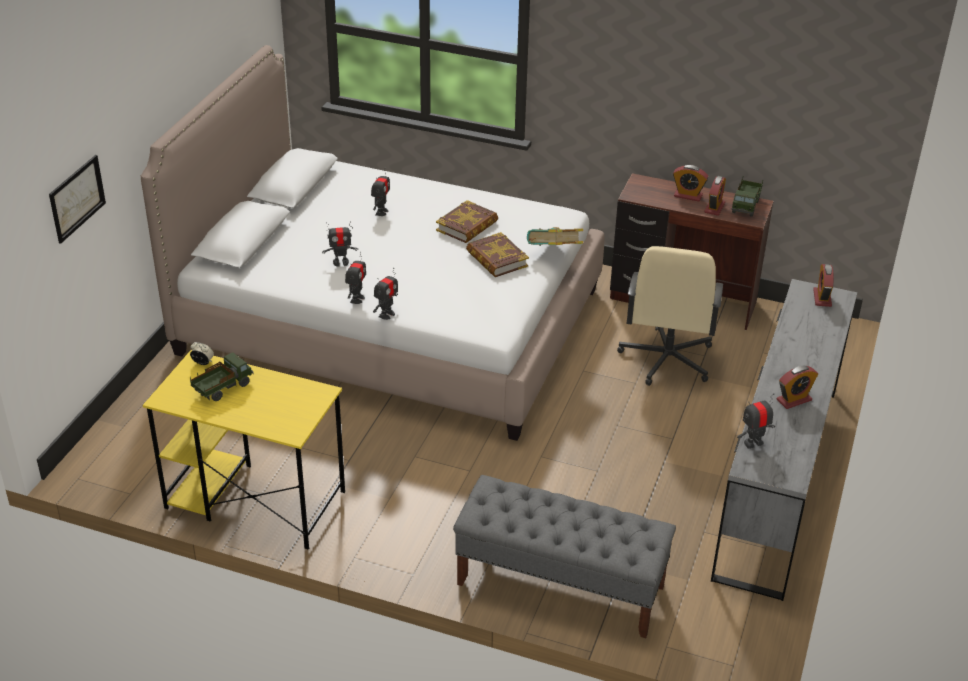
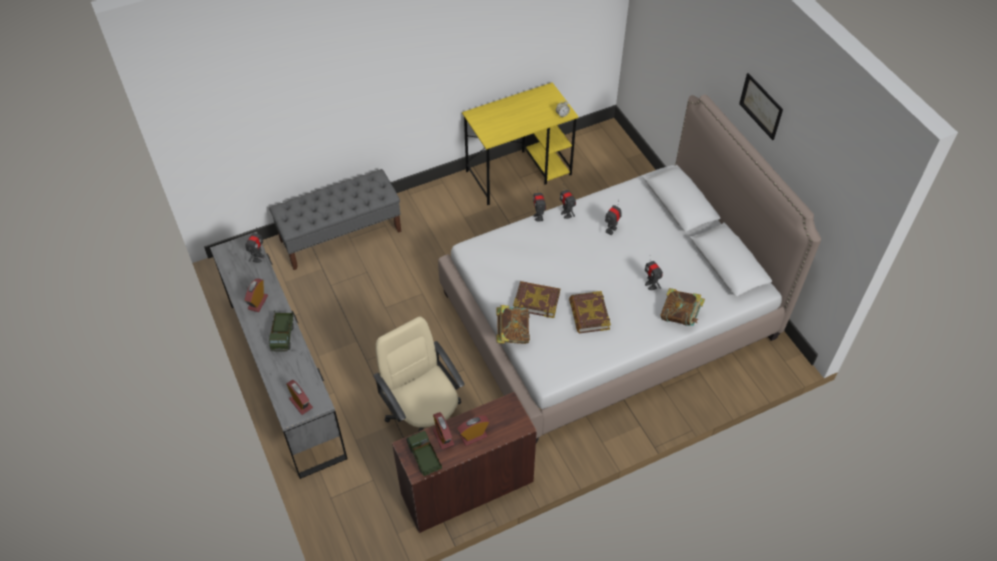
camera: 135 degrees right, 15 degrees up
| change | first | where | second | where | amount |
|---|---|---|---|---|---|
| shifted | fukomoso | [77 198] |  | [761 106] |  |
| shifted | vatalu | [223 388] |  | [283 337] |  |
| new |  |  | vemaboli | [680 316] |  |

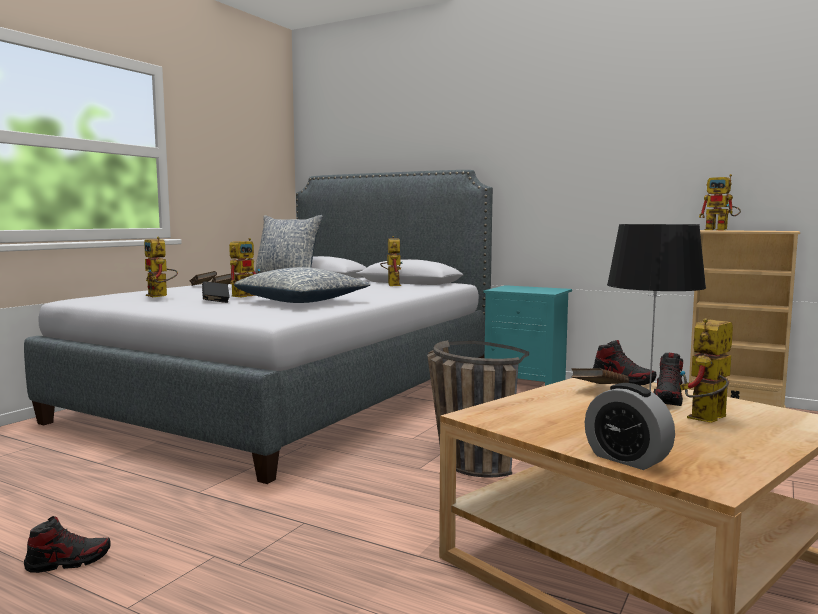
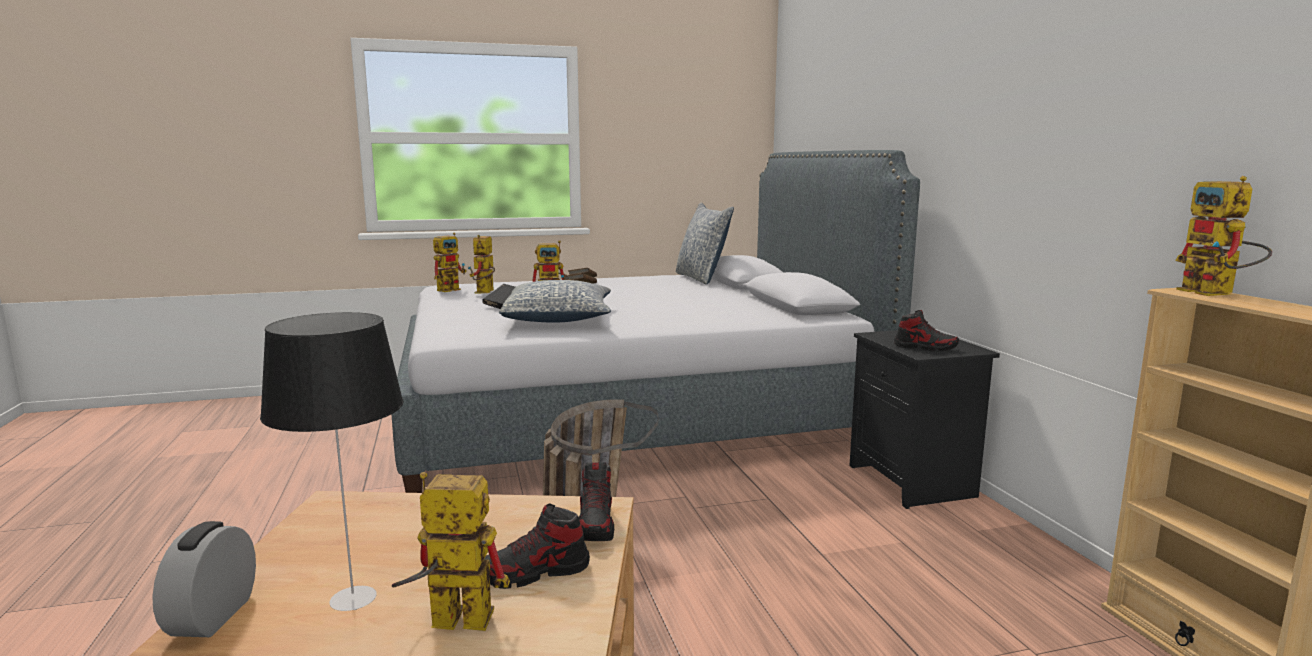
camera: 45 degrees right, 5 degrees up
| change | first | where | second | where | amount |
|---|---|---|---|---|---|
| shifted | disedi | [392 284] |  | [451 289] |  |
| repainted | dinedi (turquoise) | [527 383] | dinedi (black) | [914 482] |  |
| gone | vemaboli (brown) | [599 389] |  |  |  |
| shifted | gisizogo | [68 562] |  | [925 348] |  |

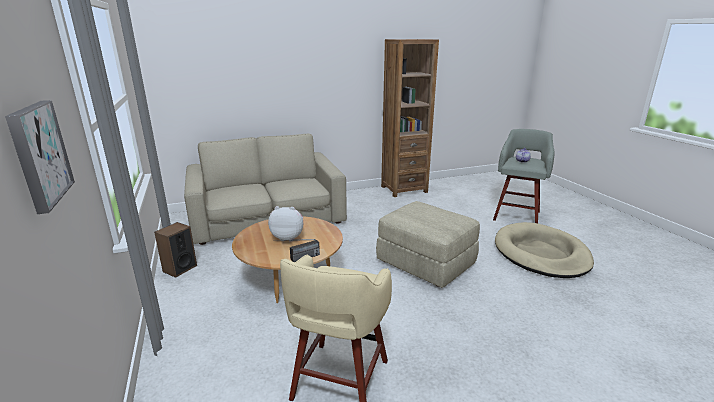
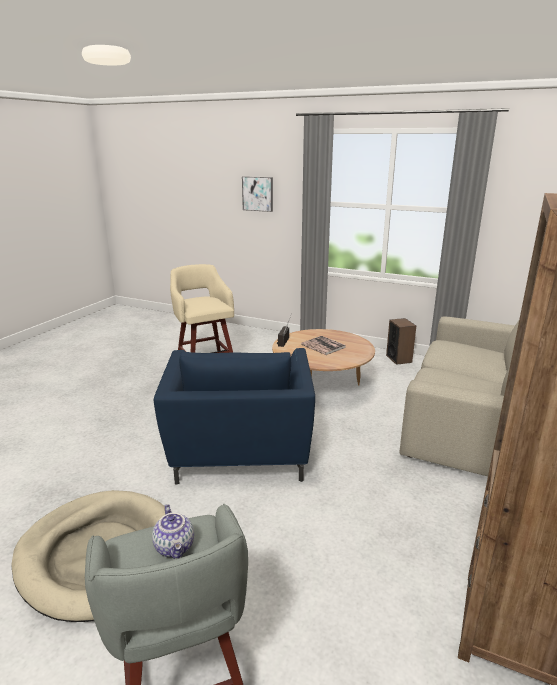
camera: 135 degrees right, 0 degrees up
| change | first | where | second | where | amount |
|---|---|---|---|---|---|
| swapped | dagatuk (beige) | [426 262] | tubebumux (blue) | [239 455] |  |
| swapped | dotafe | [288 237] | vemaboli | [323 346] |  |

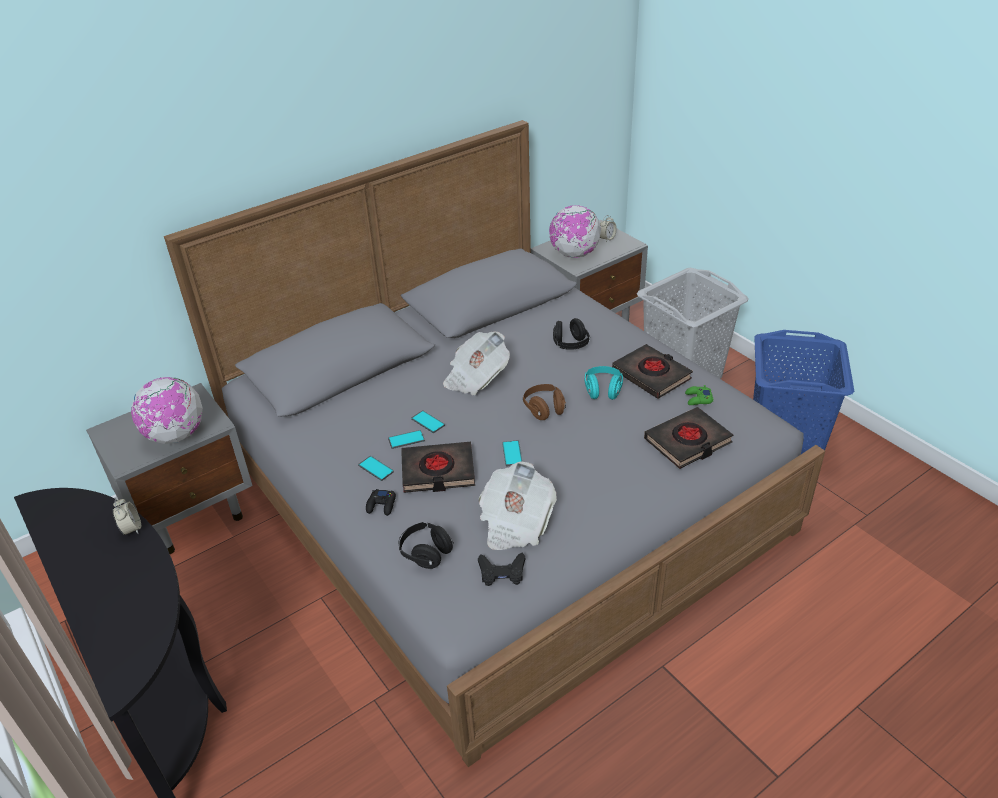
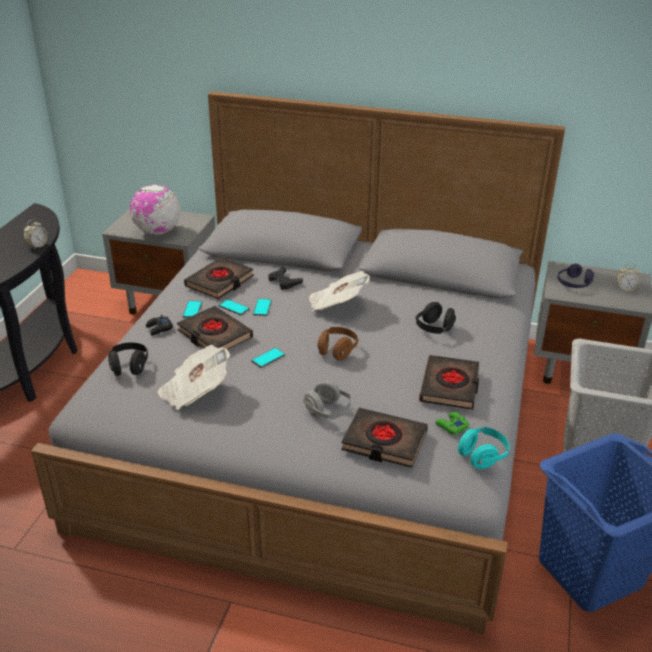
camera: 50 degrees right, 5 degrees down
| change | first | where | second | where | amount |
|---|---|---|---|---|---|
| swapped | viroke | [574 254] | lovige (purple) | [574 283] |  |
| shifted | lovige (turquoise) | [603 390] |  | [482 456] |  |
| shifted | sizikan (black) | [502 572] |  | [284 281] |  |
| new |  |  | vemaboli (black) | [220 282] |  |
| new |  |  | lovige (grey) | [328 412] |  |

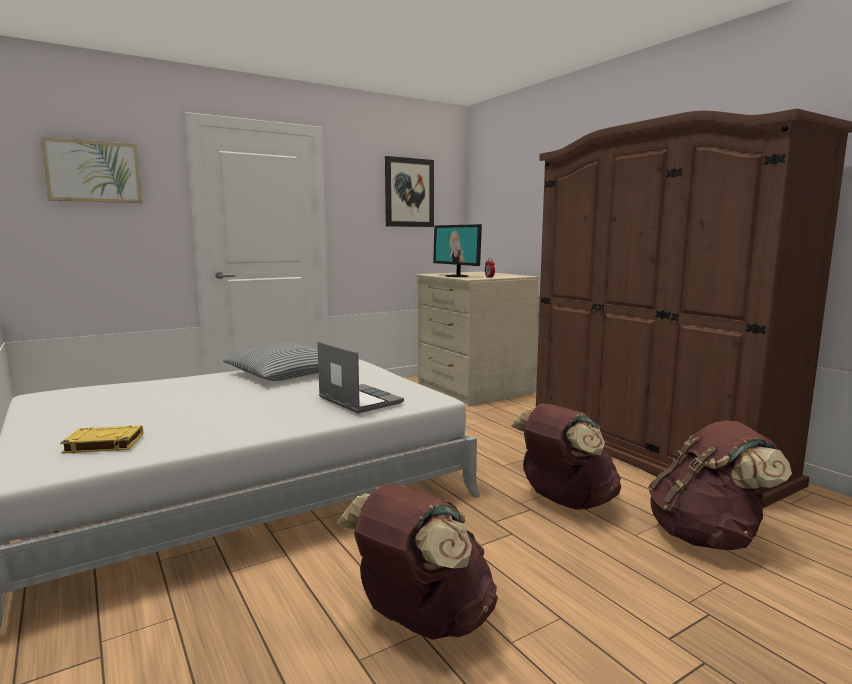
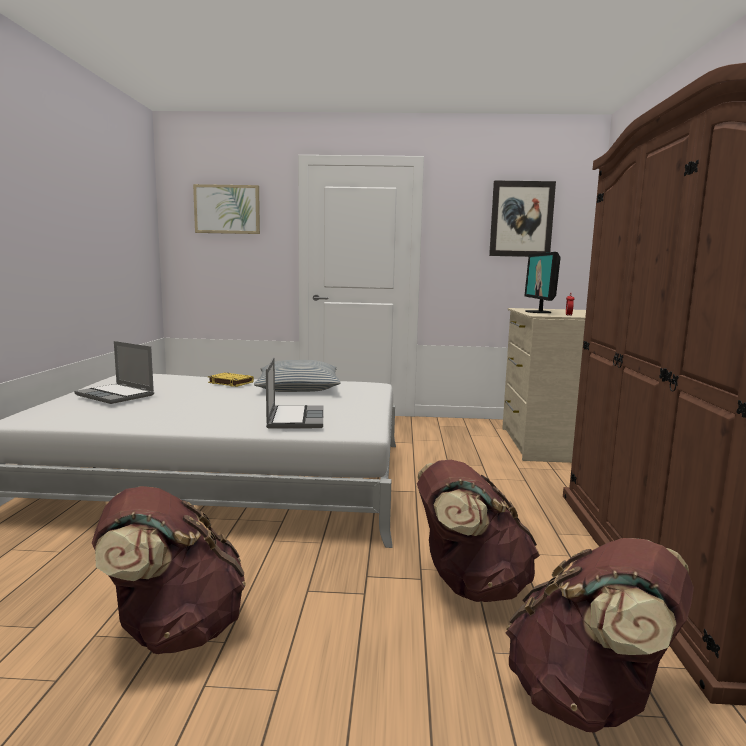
camera: 35 degrees right, 0 degrees up
| change | first | where | second | where | amount |
|---|---|---|---|---|---|
| shifted | vemaboli (yellow) | [103 444] |  | [230 382] |  |
| new |  |  | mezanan | [116 395] |  |

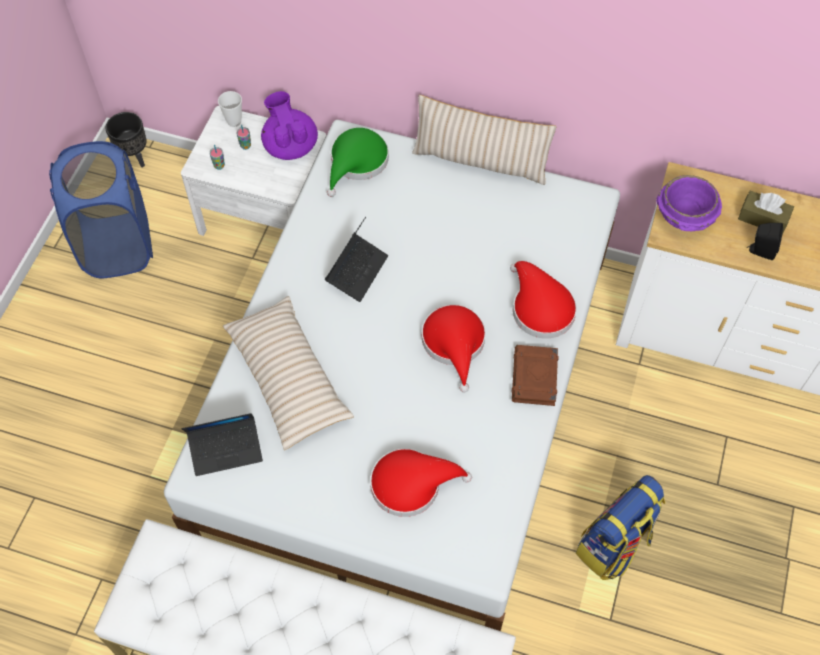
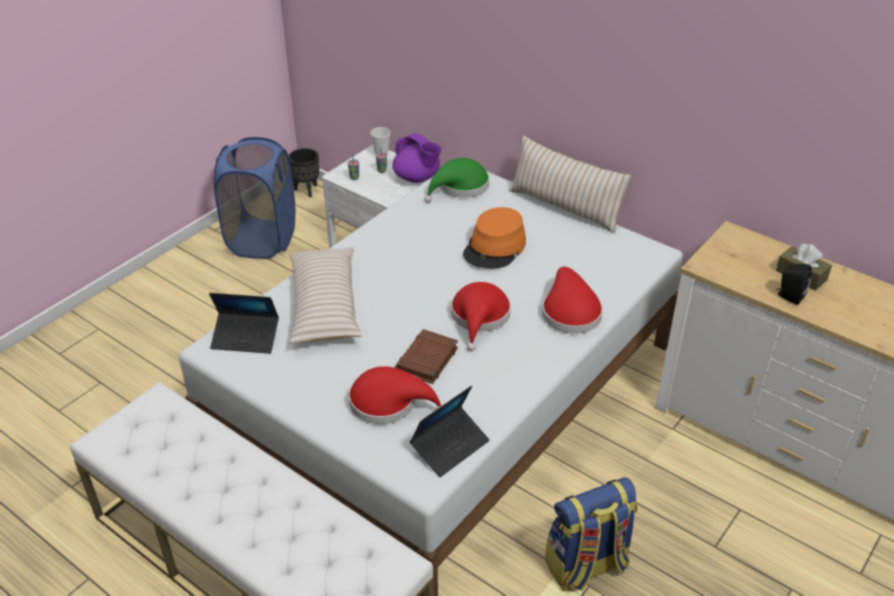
camera: 20 degrees right, 20 degrees down
| change | first | where | second | where | amount |
|---|---|---|---|---|---|
| rotated | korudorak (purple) | [290 146] |  | [417 178] | 135 degrees clockwise |
| gone | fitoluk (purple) | [684 218] |  |  |  |
| shifted | mezanan | [357 271] |  | [450 446] |  |
| shifted | vemaboli (brown) | [535 378] |  | [427 360] |  |
| new |  |  | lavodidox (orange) | [495 248] |  |

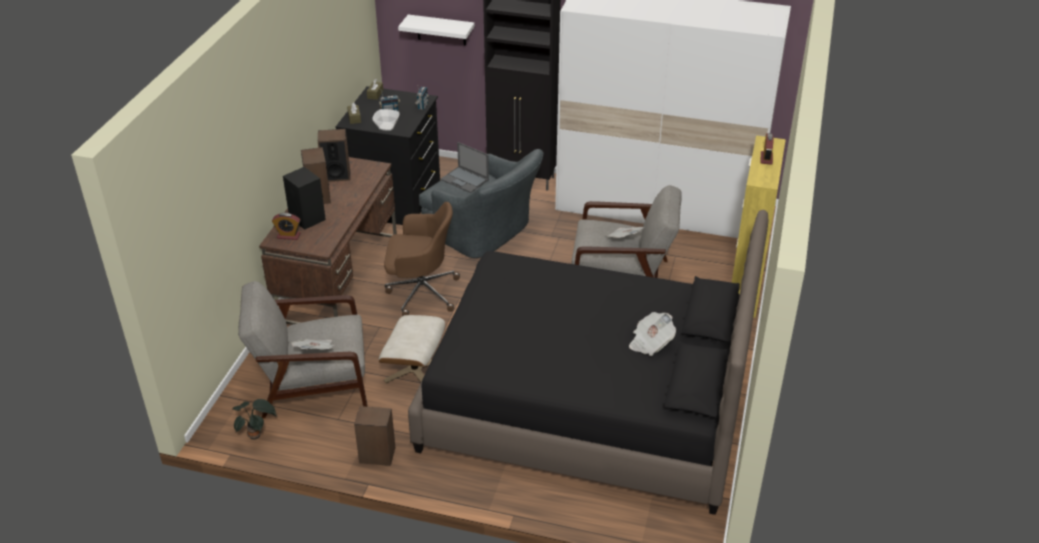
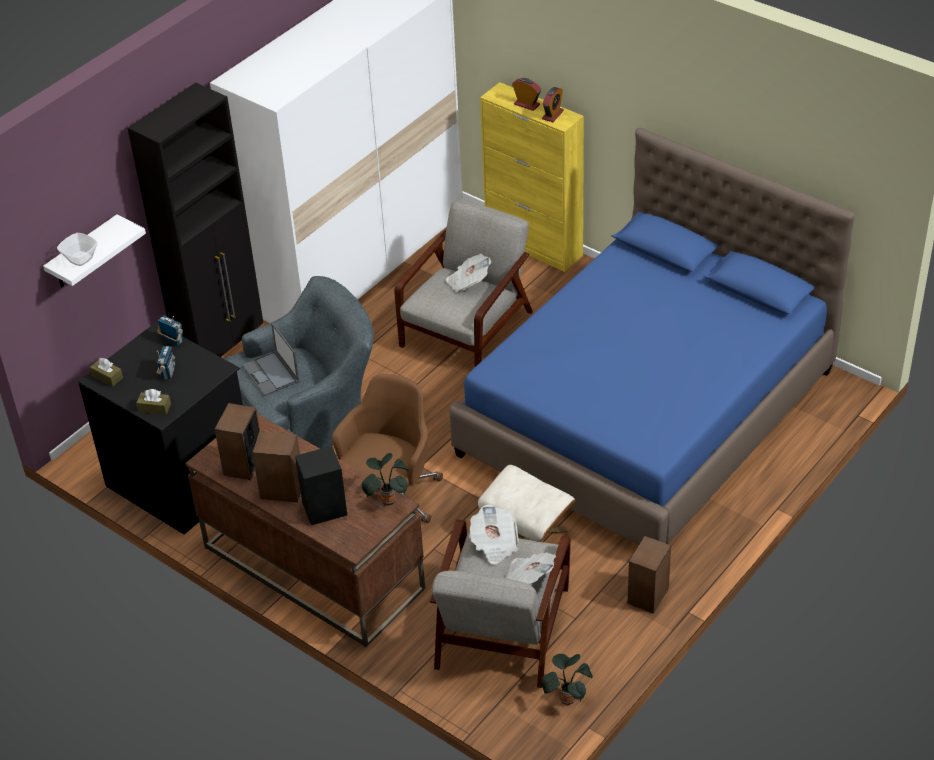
camera: 65 degrees left, 5 degrees up
| change | first | where | second | where | amount |
|---|---|---|---|---|---|
| shifted | fitoluk | [387 127] |  | [81 258] |  |
| rotated | mezanan | [465 180] |  | [271 374] | 90 degrees clockwise |
| repainted | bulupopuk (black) | [586 403] | bulupopuk (blue) | [647 413] |  |
| shifted | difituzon | [288 236] |  | [552 115] |  |
| shifted | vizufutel | [650 343] |  | [494 544] |  |
| new |  |  | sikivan | [387 499] |  |

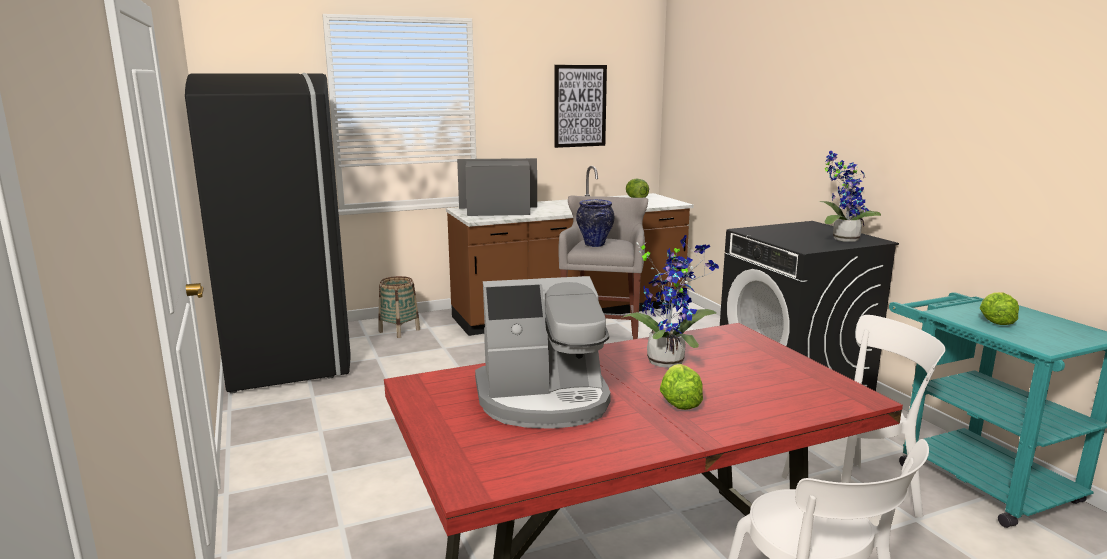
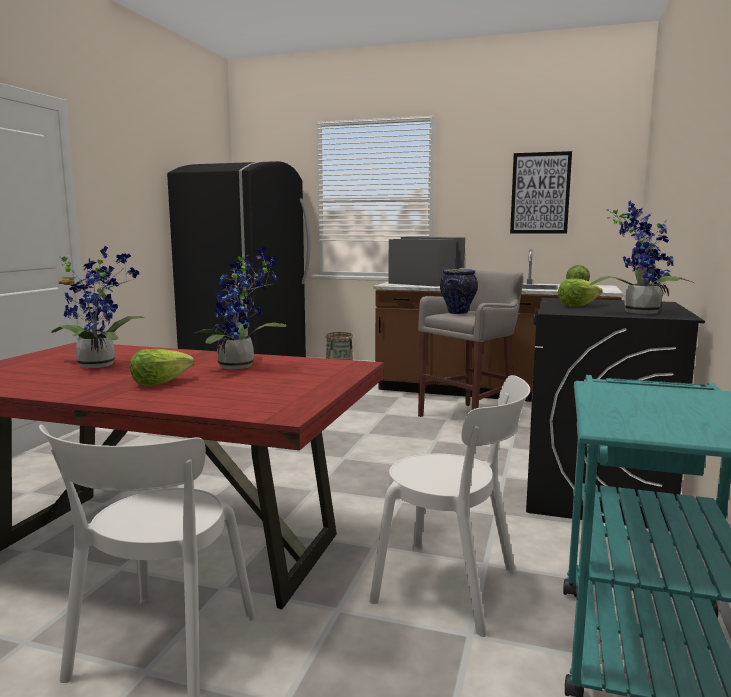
camera: 40 degrees right, 5 degrees down
| change | first | where | second | where | amount |
|---|---|---|---|---|---|
| swapped | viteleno | [544 400] | sikivan | [100 364] |  |
| shifted | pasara | [995 320] |  | [577 305] |  |

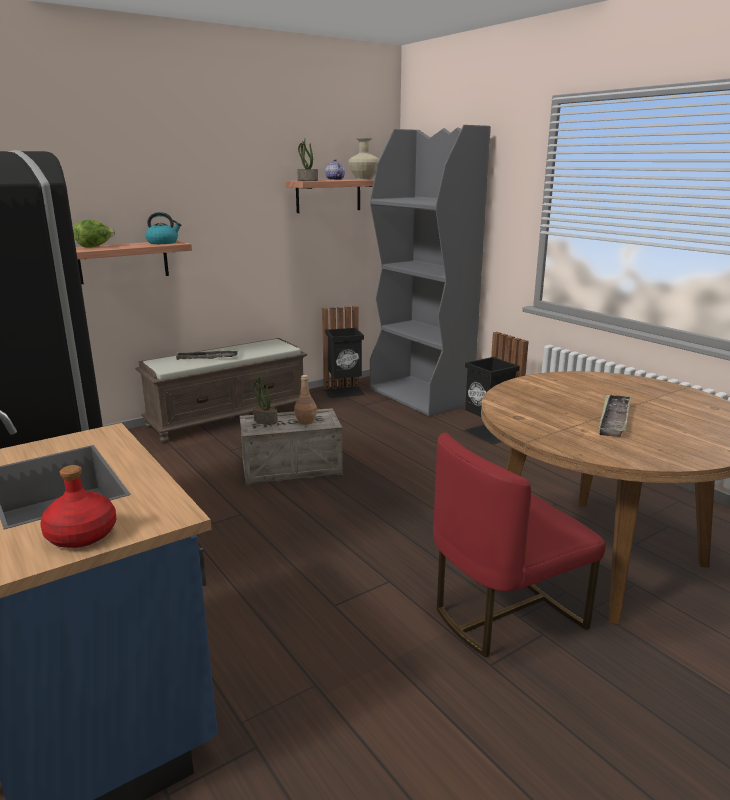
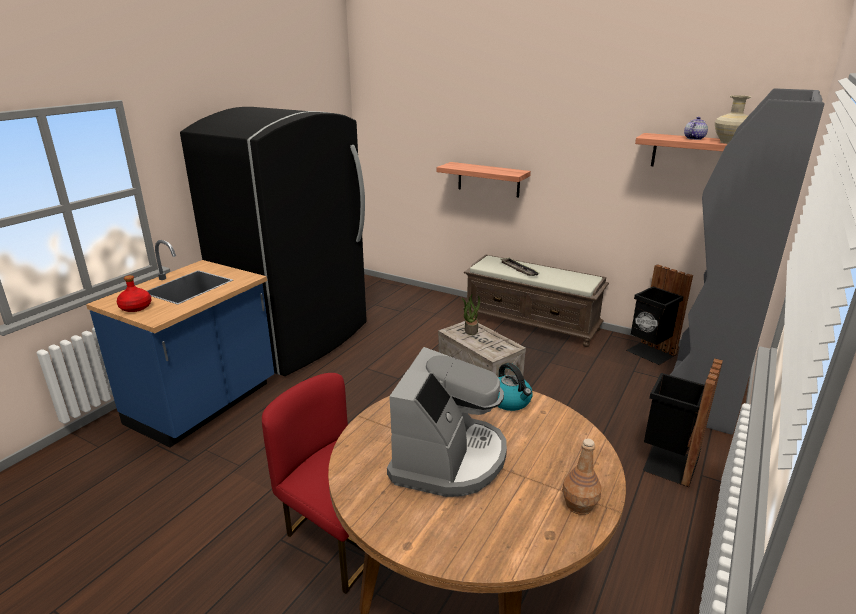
camera: 65 degrees right, 5 degrees up
| change | first | where | second | where | amount |
|---|---|---|---|---|---|
| gone | sikivan | [307 180] |  |  |  |
| shifted | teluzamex | [163 242] |  | [510 401] |  |
| gone | pasara | [95 247] |  |  |  |
| shifted | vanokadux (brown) | [305 421] |  | [579 505] |  |
| swapped | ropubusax | [614 419] | viteleno | [448 458] |  |

